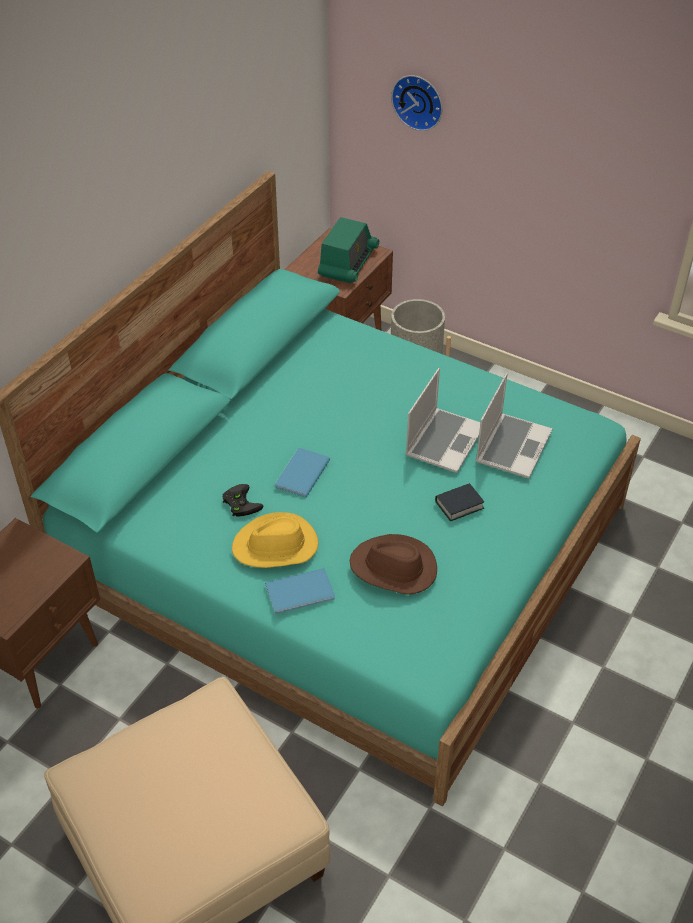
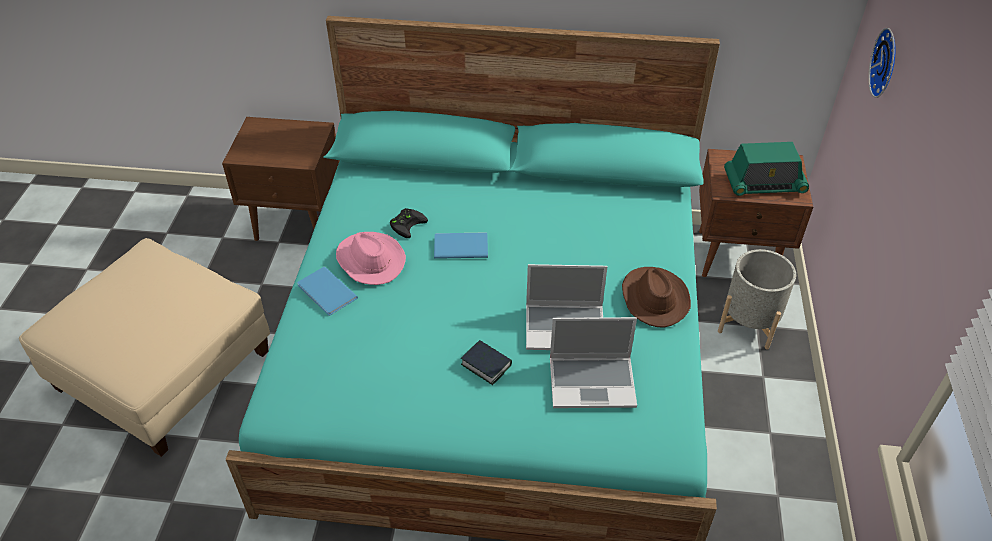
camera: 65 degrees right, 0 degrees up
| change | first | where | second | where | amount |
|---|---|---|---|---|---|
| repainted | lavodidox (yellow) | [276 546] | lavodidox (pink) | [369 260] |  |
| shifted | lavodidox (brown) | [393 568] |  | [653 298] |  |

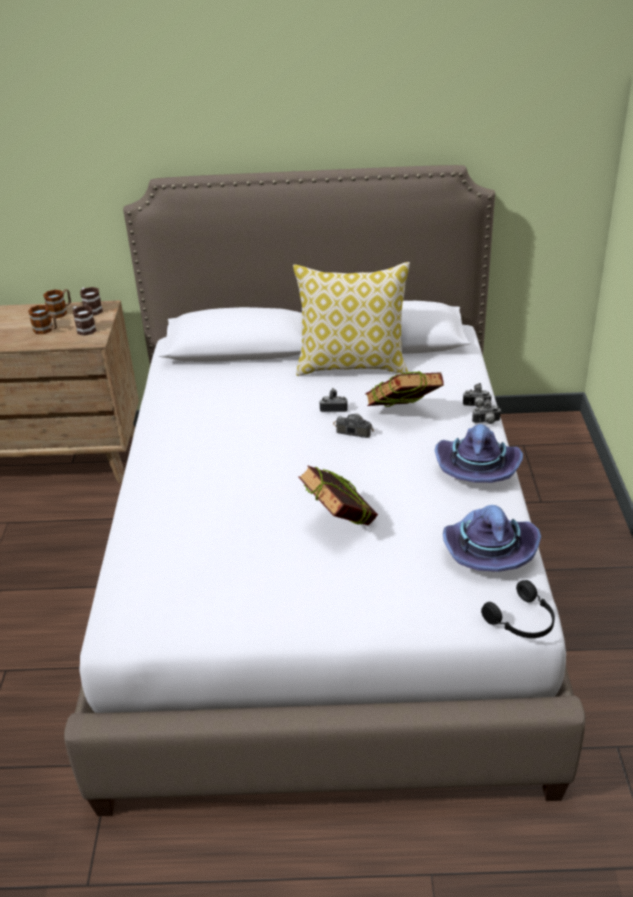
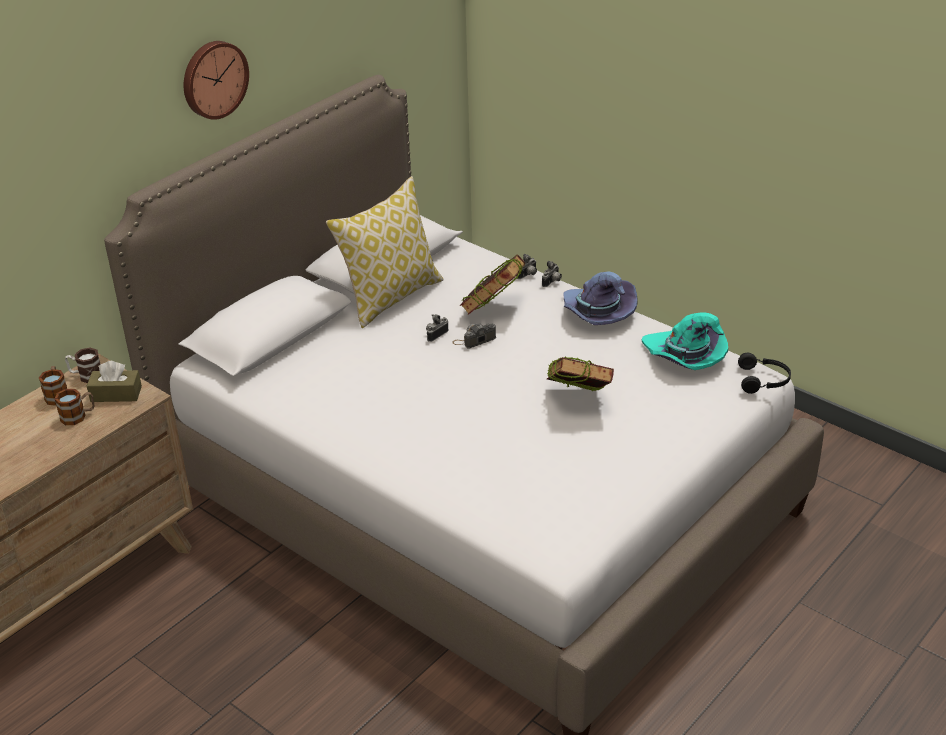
camera: 50 degrees left, 0 degrees up
| change | first | where | second | where | amount |
|---|---|---|---|---|---|
| swapped | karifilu | [84 328] | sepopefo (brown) | [116 394] |  |
| repainted | lavodidox (purple) | [487 551] | lavodidox (turquoise) | [685 357] |  |
| new |  |  | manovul | [213 79] |  |

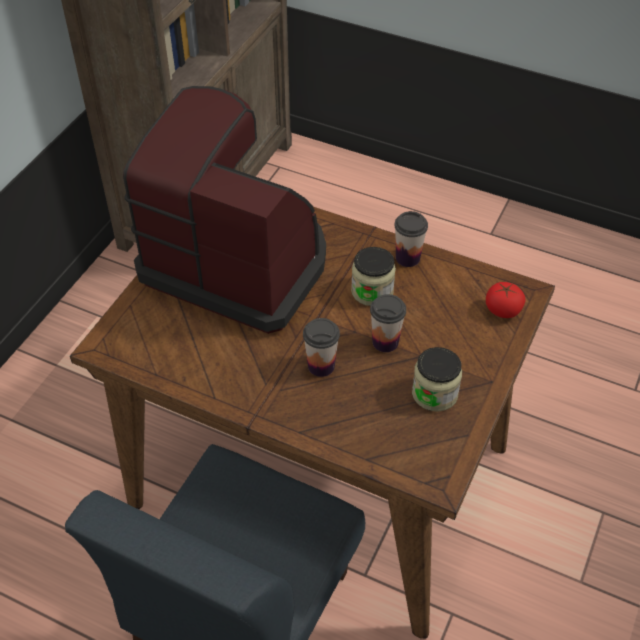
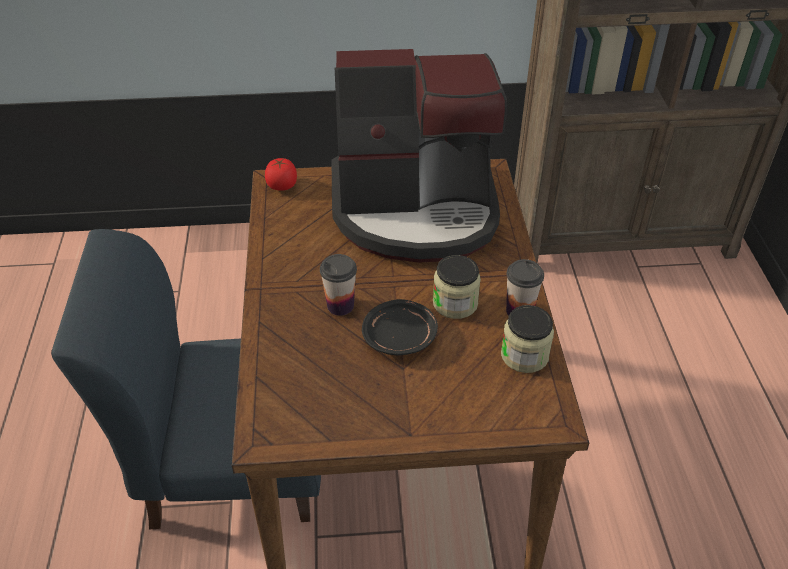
camera: 60 degrees right, 5 degrees down
| change | first | where | second | where | amount |
|---|---|---|---|---|---|
| rotated | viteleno | [238 262] |  | [416 210] | 90 degrees clockwise |
| shifted | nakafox | [502 310] |  | [282 185] |  |
| swapped | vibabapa | [385 342] | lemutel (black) | [400 336] |  |
| shifted | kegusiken | [434 393] |  | [524 355] |  |

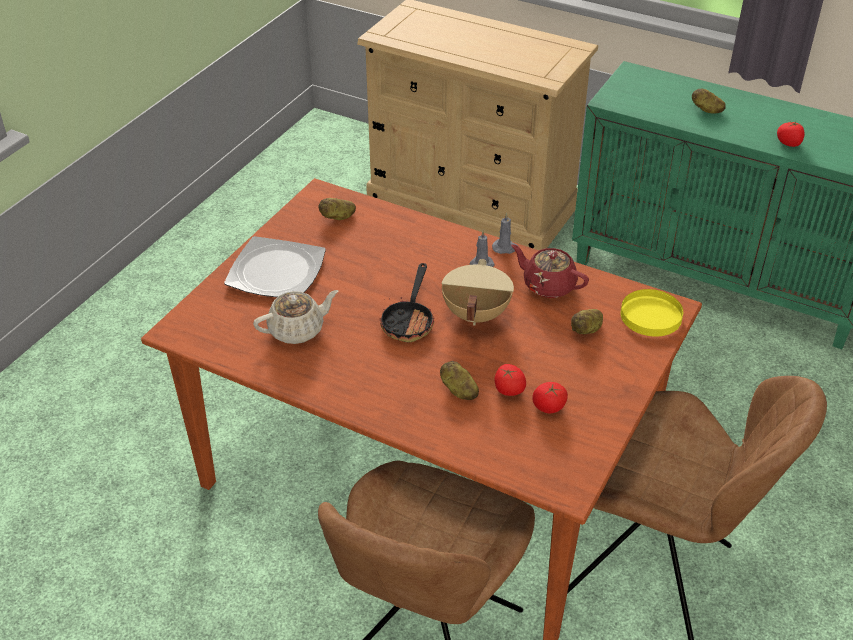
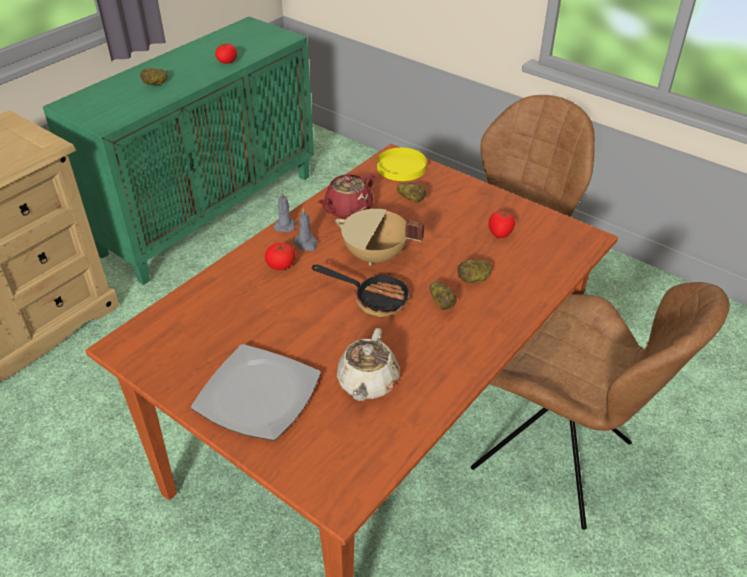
camera: 80 degrees left, 0 degrees up
| change | first | where | second | where | amount |
|---|---|---|---|---|---|
| shifted | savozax | [337 217] |  | [442 303] |  |
| rotated | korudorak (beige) | [297 330] |  | [367 383] | 150 degrees counterclockwise |
| shifted | nakafox | [508 390] |  | [281 265] |  |

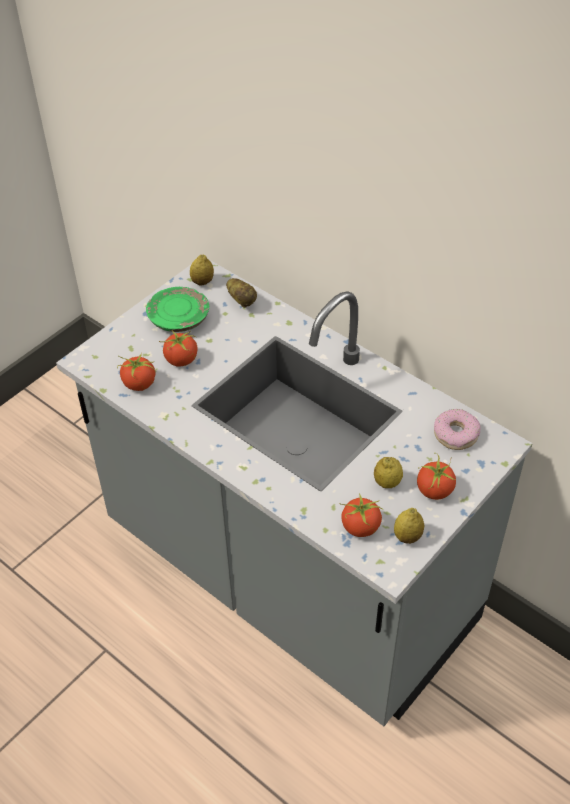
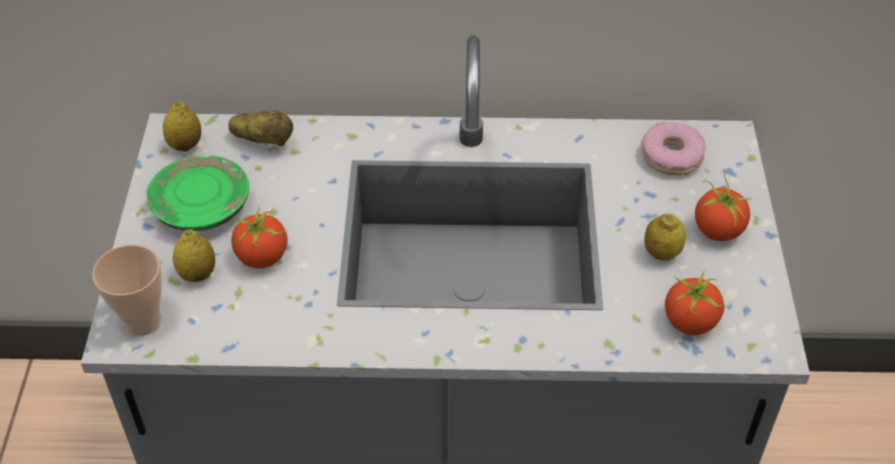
camera: 40 degrees left, 0 degrees up
| change | first | where | second | where | amount |
|---|---|---|---|---|---|
| gone | nakafox | [139 384] |  |  |  |
| shifted | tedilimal | [407 536] |  | [197 274] |  |
| new |  |  | vibabapa | [142 321] |  |

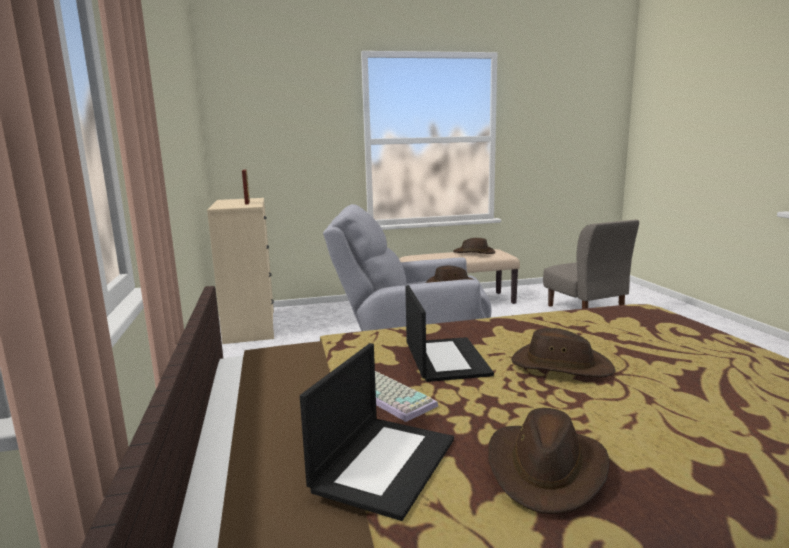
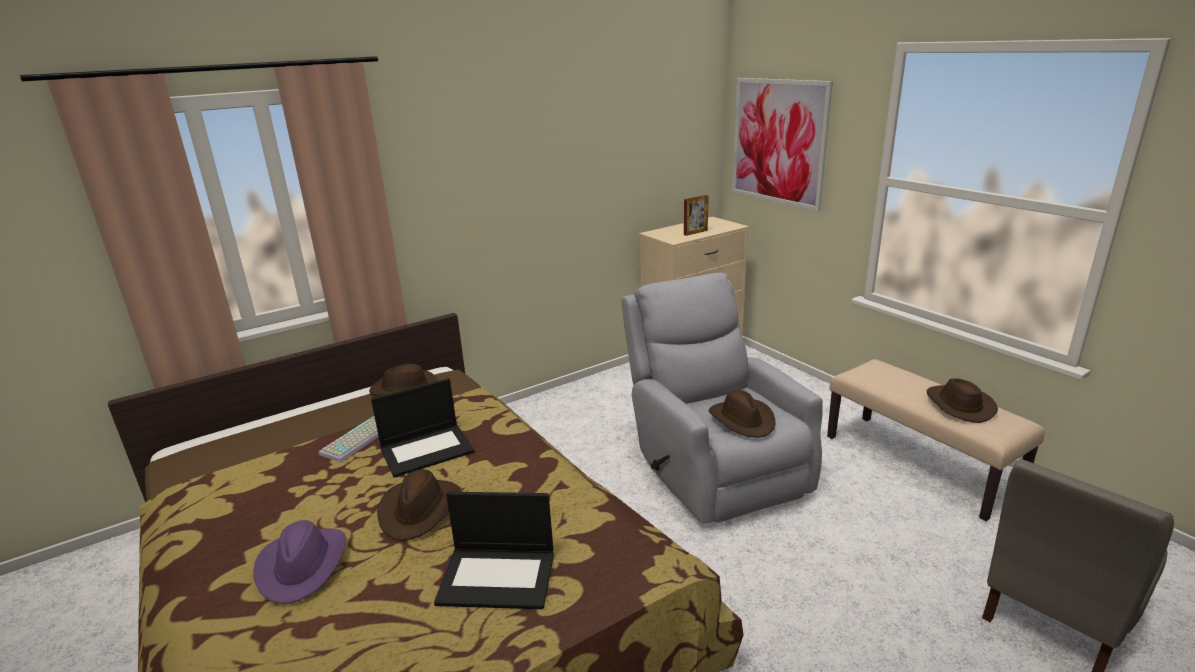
camera: 70 degrees right, 10 degrees up
| change | first | where | second | where | amount |
|---|---|---|---|---|---|
| shifted | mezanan | [384 463] |  | [498 577] |  |
| shifted | lavodidox (brown) | [546 469] |  | [405 389] |  |
| new |  |  | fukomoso | [778 142] |  |
| new |  |  | lavodidox (purple) | [303 565] |  |

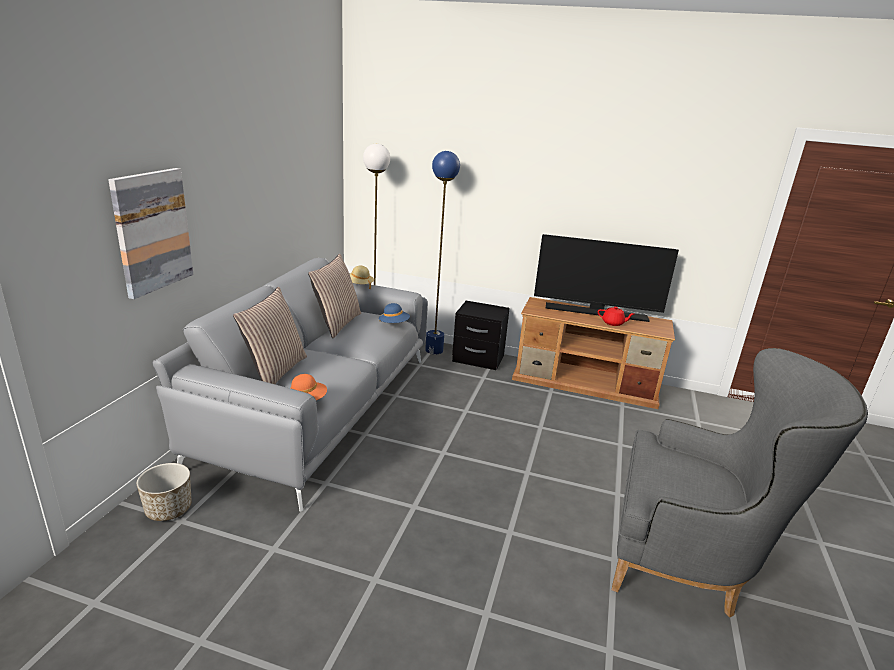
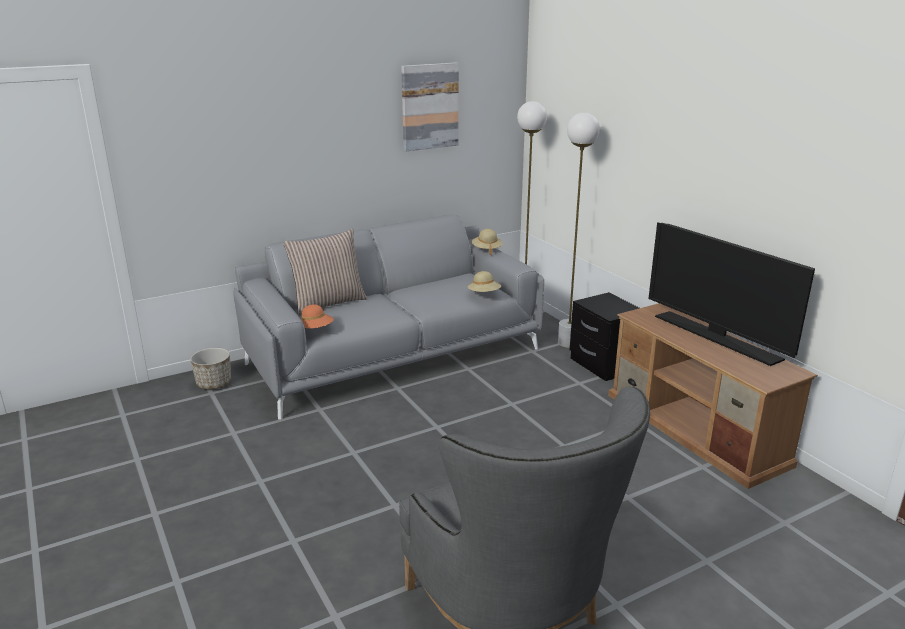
camera: 45 degrees right, 0 degrees up
| change | first | where | second | where | amount |
|---|---|---|---|---|---|
| repainted | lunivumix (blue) | [434 350] | lunivumix (white) | [568 343] |  |
| shifted | fukomoso | [152 231] |  | [429 106] |  |
| gone | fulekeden | [336 323] |  |  |  |
| repainted | lavodidox (blue) | [394 324] | lavodidox (beige) | [484 294] |  |
| gone | korudorak (red) | [613 323] |  |  |  |

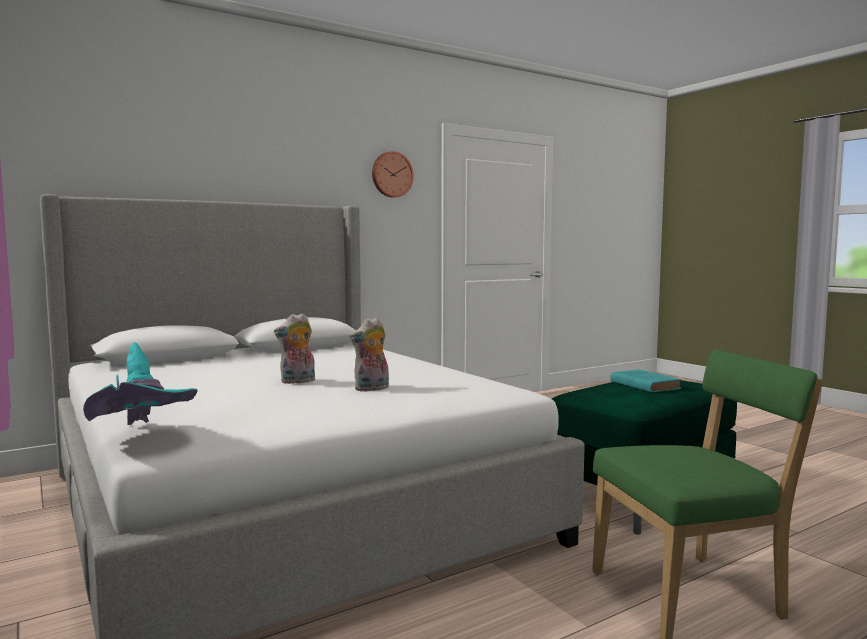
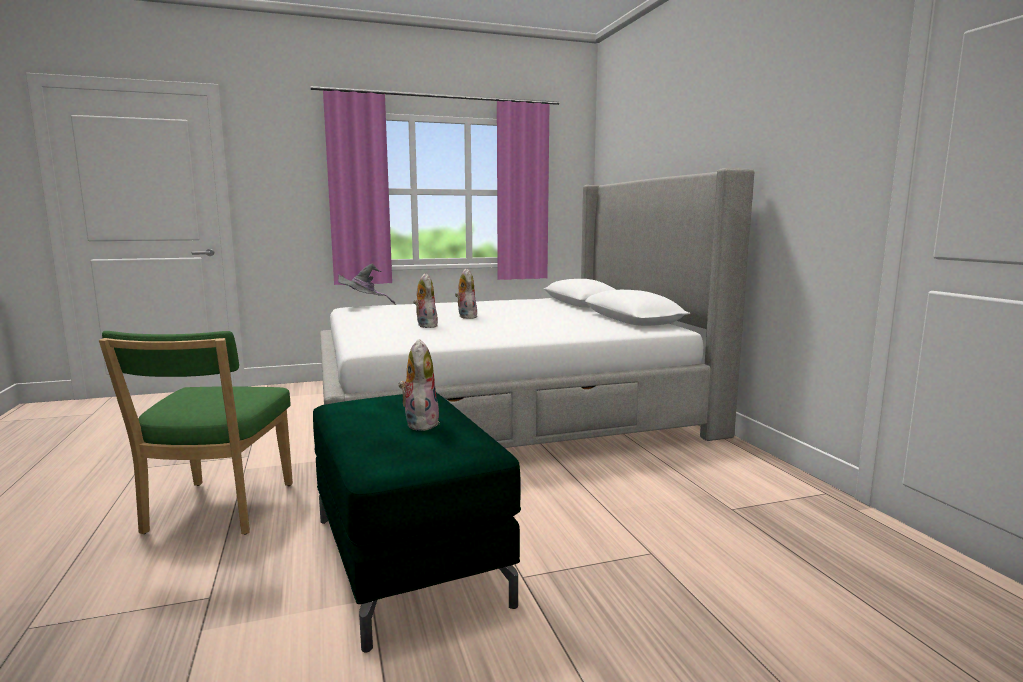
camera: 105 degrees right, 5 degrees up
| change | first | where | second | where | amount |
|---|---|---|---|---|---|
| gone | manovul | [391 174] |  |  |  |
| repainted | lavodidox (turquoise) | [142 440] | lavodidox (grey) | [364 305] |  |
| swapped | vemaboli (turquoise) | [643 384] | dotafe | [419 423] |  |

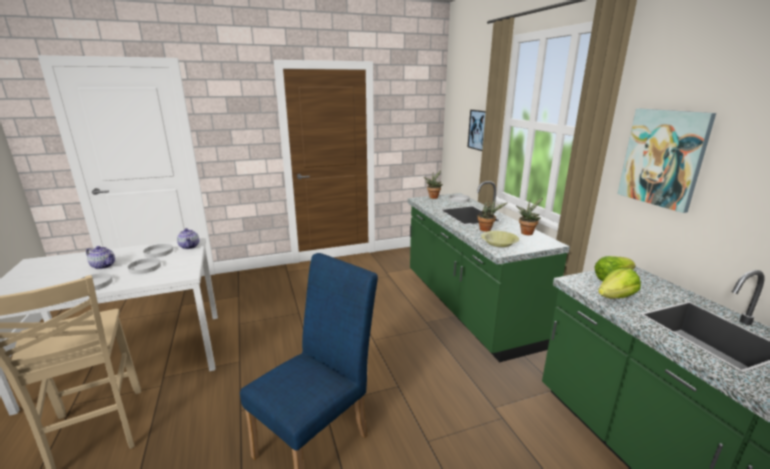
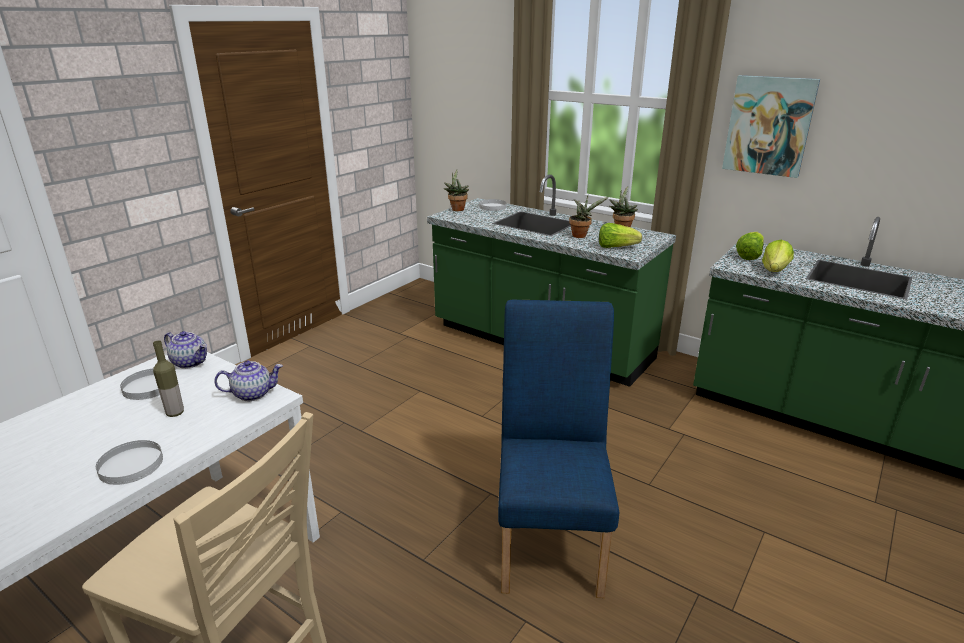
camera: 35 degrees left, 5 degrees up
| change | first | where | second | where | amount |
|---|---|---|---|---|---|
| gone | fukomoso | [479 130] |  |  |  |
| swapped | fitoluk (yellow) | [499 243] | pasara | [616 247] |  |
| shifted | korudorak | [104 266] |  | [253 394] |  |
| swapped | lemutel (white) | [145 267] | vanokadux | [175 413] |  |

